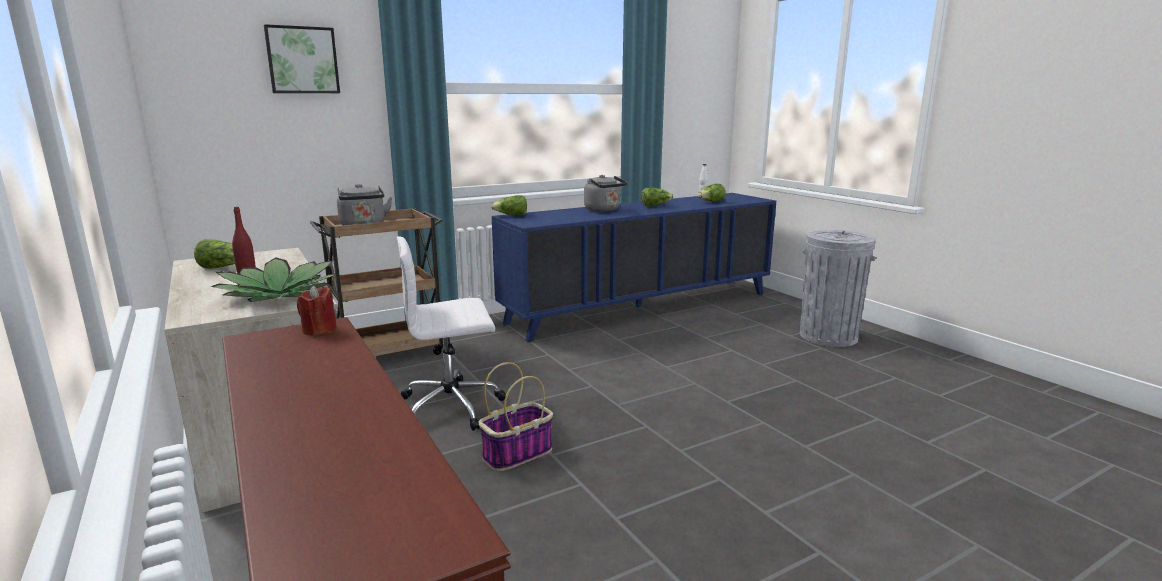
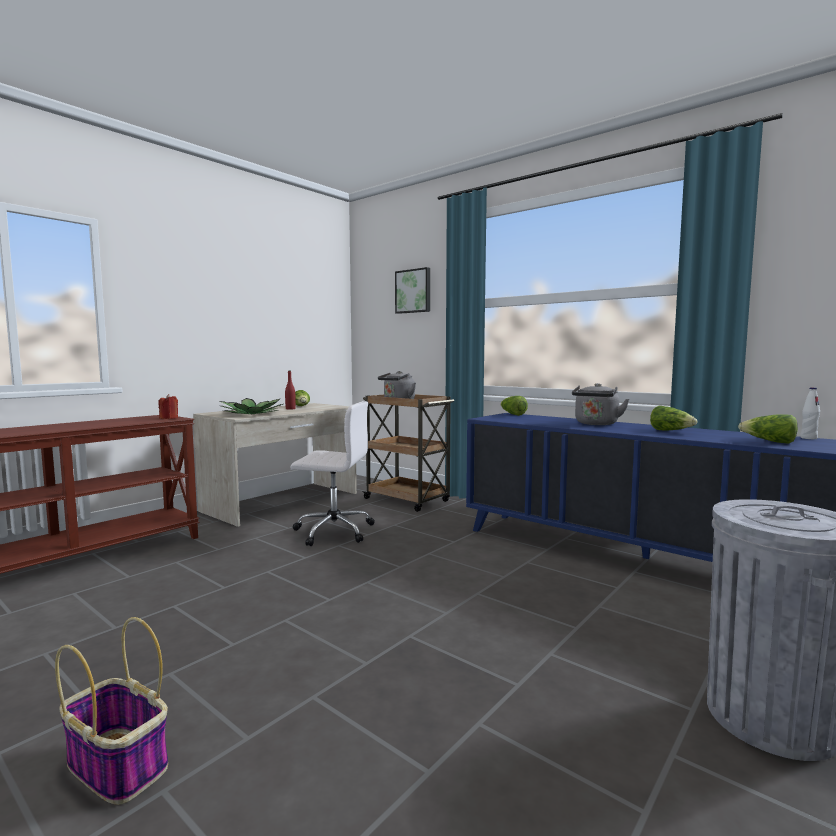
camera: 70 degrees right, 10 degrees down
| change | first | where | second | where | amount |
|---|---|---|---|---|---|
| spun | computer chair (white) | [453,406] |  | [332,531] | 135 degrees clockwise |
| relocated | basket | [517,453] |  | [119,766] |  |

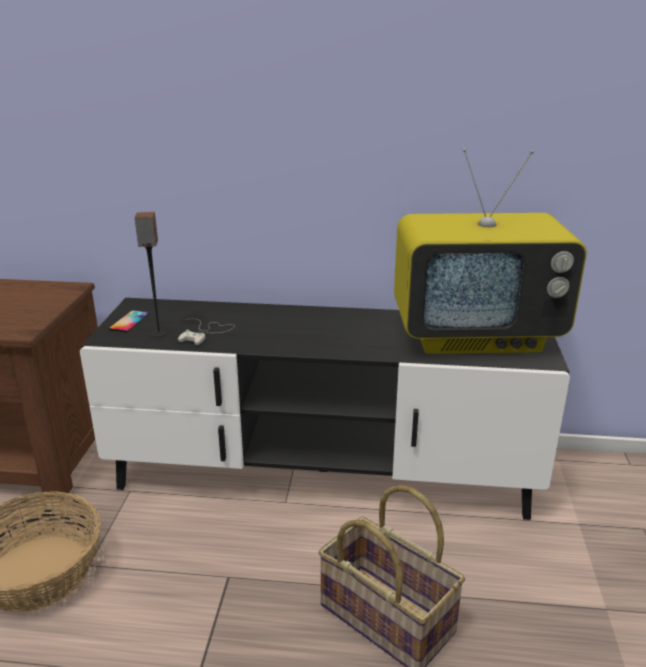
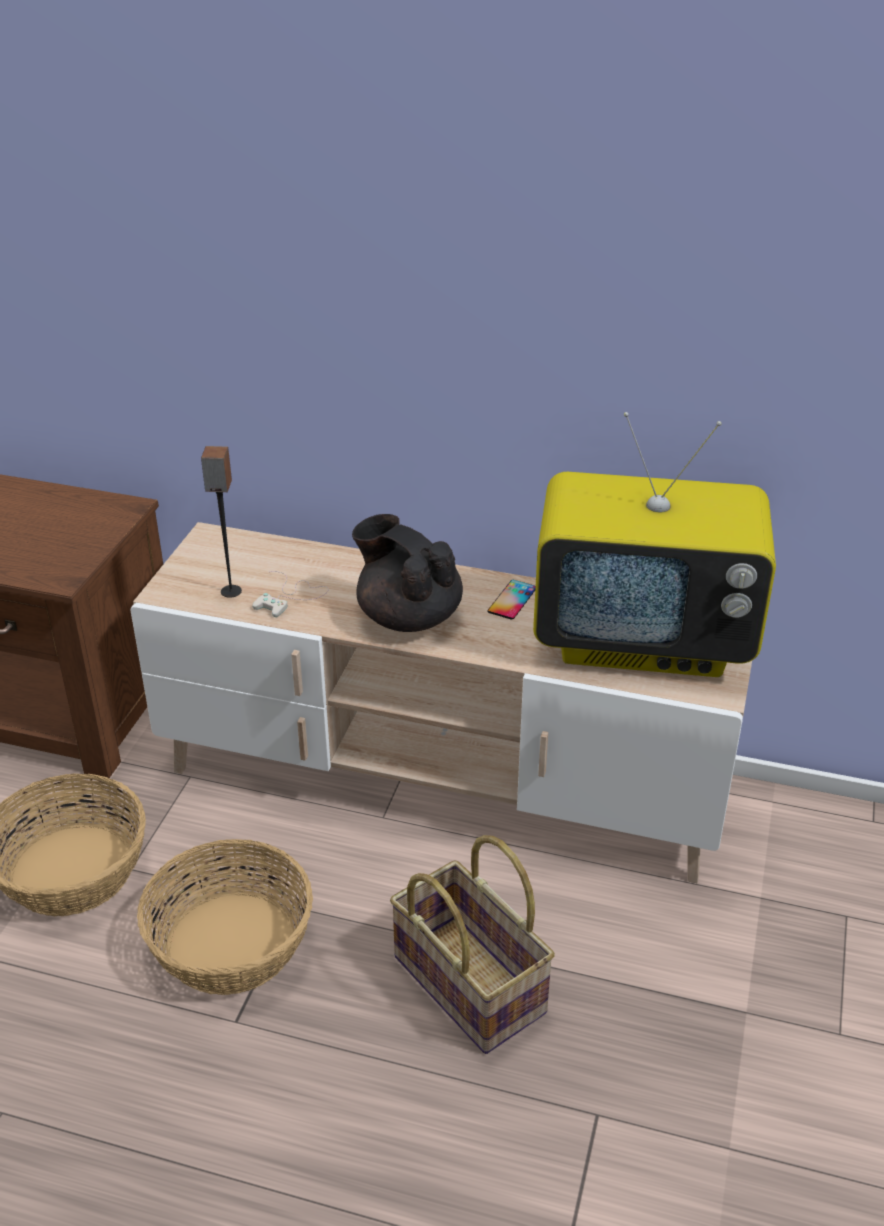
camera: 10 degrees right, 10 degrees up
| change | first | where | second | where | amount |
|---|---|---|---|---|---|
| colour | tv stand (black) | [323,472] | tv stand (sand-coloured) | [442,780] |  |
| relocated | telephone | [129,321] |  | [512,600] |  |
| appeared |  |  | basket | [232,942] |  |
| appeared |  |  | teapot (black) | [408,616] |  |

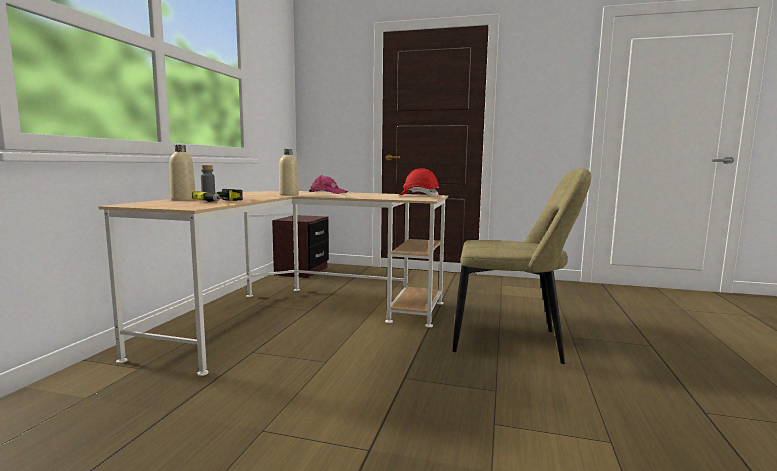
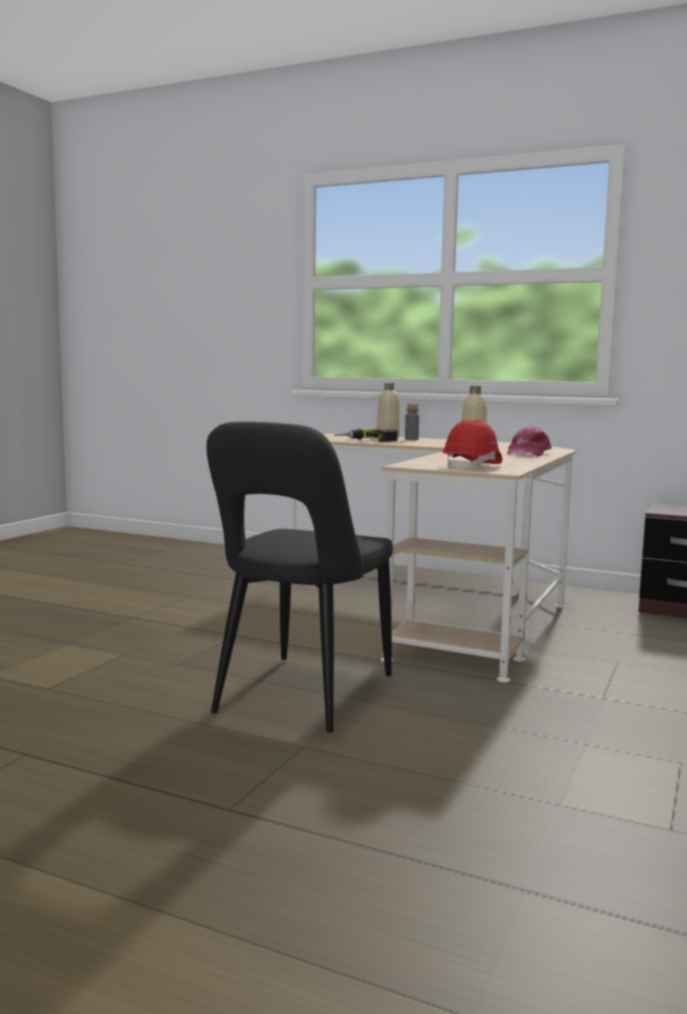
camera: 100 degrees right, 0 degrees up
| change | first | where | second | where | amount |
|---|---|---|---|---|---|
| colour | plain chair (sand-coloured) | [512,343] | plain chair (black) | [300,697] |  |

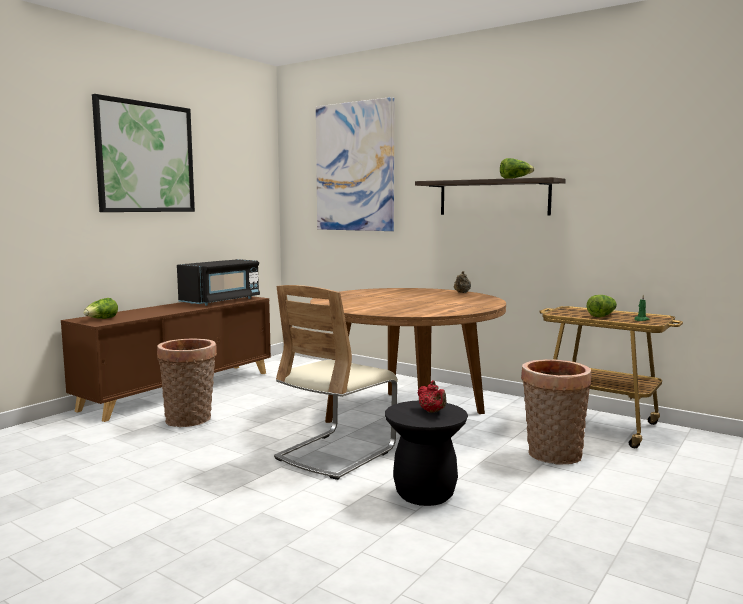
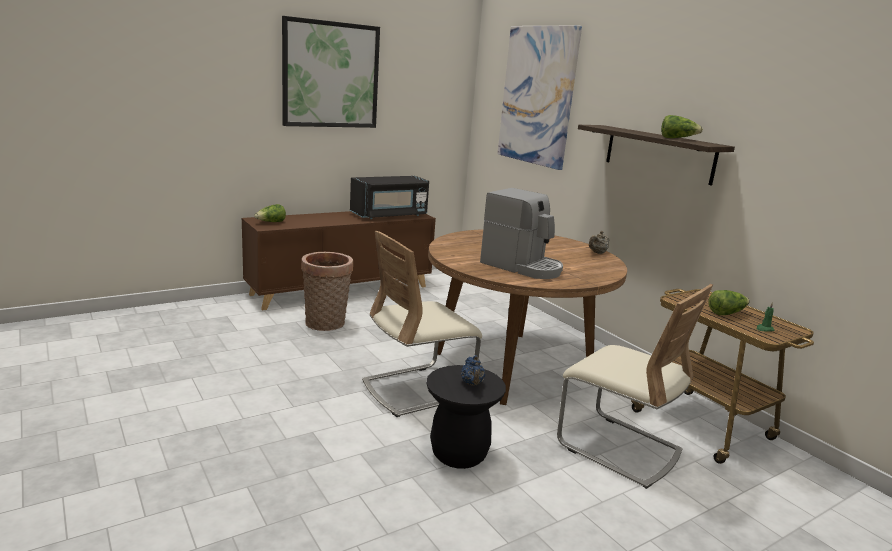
camera: 20 degrees right, 10 degrees up
| change | first | where | second | where | amount |
|---|---|---|---|---|---|
| colour | teapot (reddish) | [432,412] | teapot (blue-coloured) | [472,384] |  |
| exchanged | basket | [552,456] | plain chair (sand-coloured) | [618,448] |  |
| appeared |  |  | coffee machine | [522,267] |  |

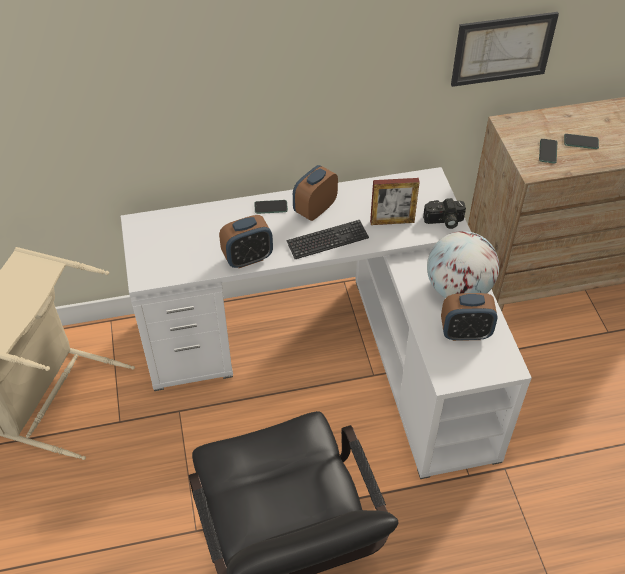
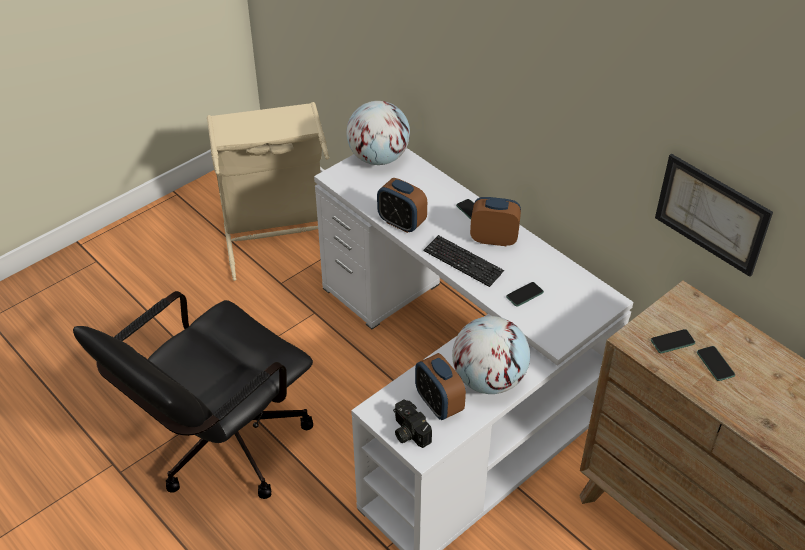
camera: 60 degrees right, 5 degrees down
| change | first | where | second | where | amount |
|---|---|---|---|---|---|
| exchanged | standing frame | [392,221] | telephone | [524,295] |  |
| relocated | still camera | [444,221] |  | [408,432] |  |
| appeared |  |  | globe | [378,158] |  |

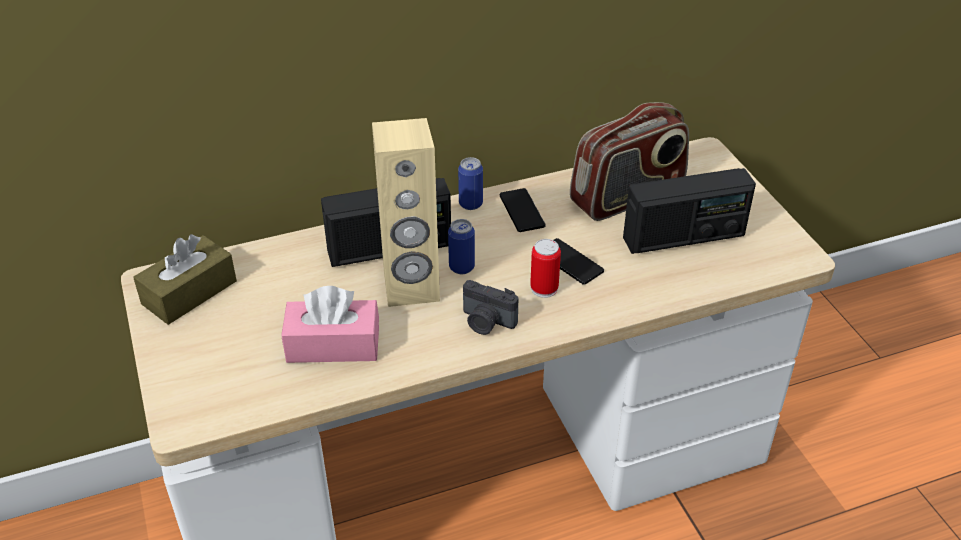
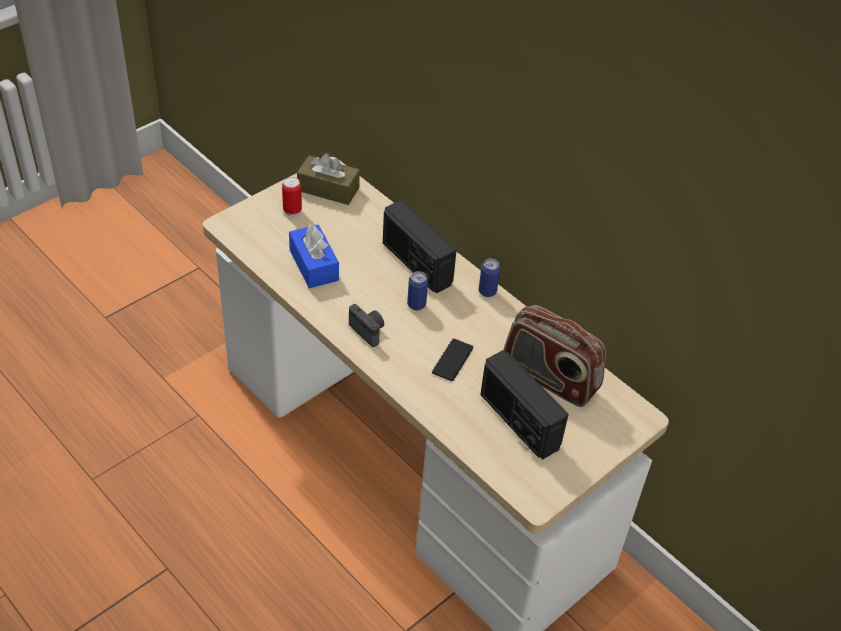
camera: 65 degrees right, 5 degrees up
| change | first | where | second | where | amount |
|---|---|---|---|---|---|
| colour | tissue holder (pink-coloured) | [333,345] | tissue holder (blue-coloured) | [314,265] |  |
| missing | speaker (sand-coloured) | [411,288] |  |  |  |
| spun | still camera | [486,322] |  | [368,331] | 135 degrees clockwise |
| missing | telephone | [522,211] |  |  |  |
| relocated | metal can | [544,288] |  | [292,210] |  |

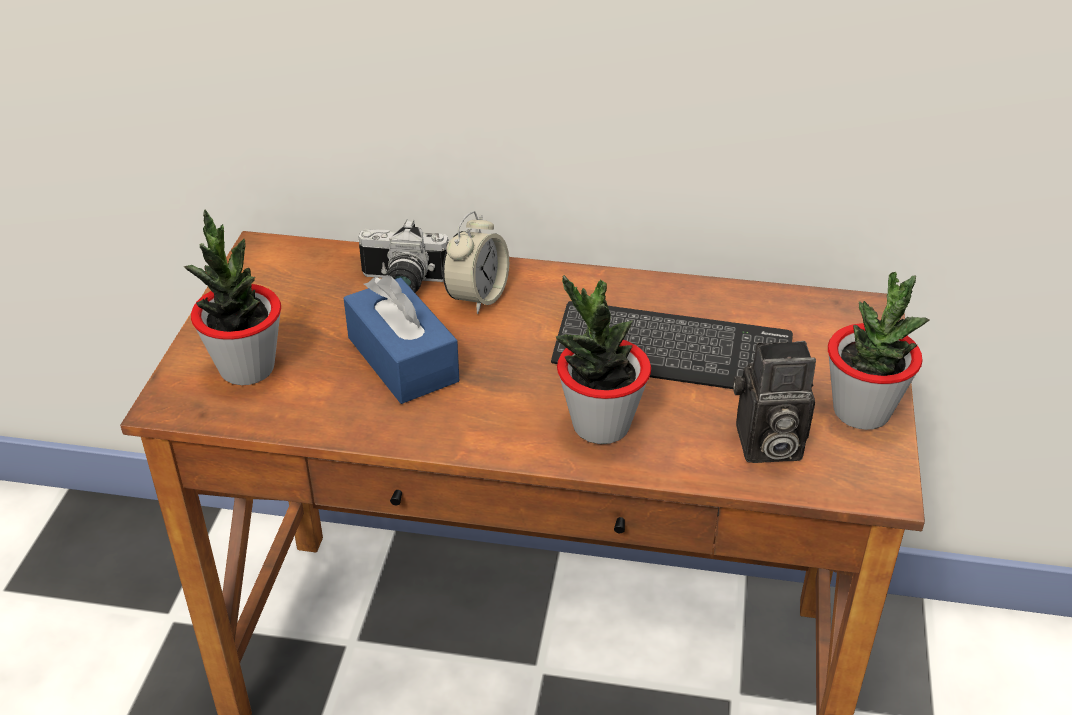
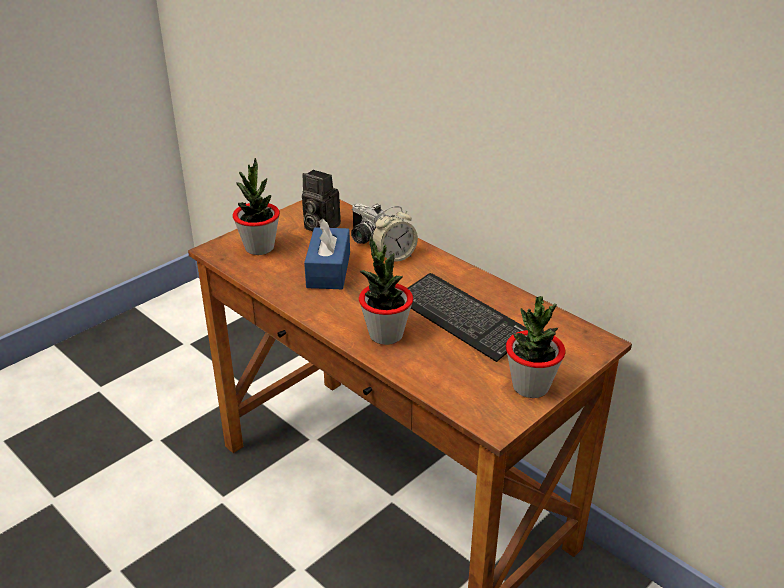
camera: 35 degrees right, 5 degrees down
| change | first | where | second | where | amount |
|---|---|---|---|---|---|
| relocated | still camera | [765,446] |  | [319,226] |  |

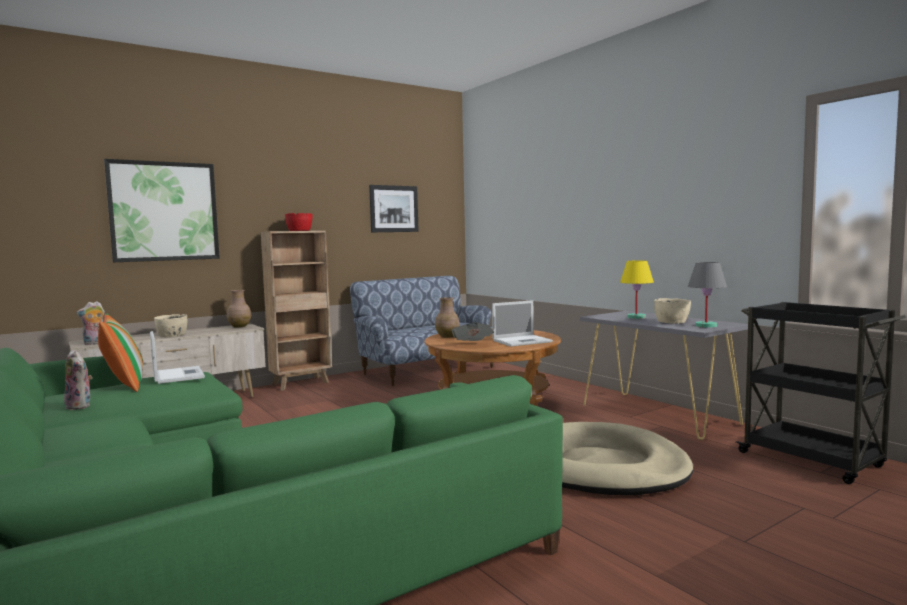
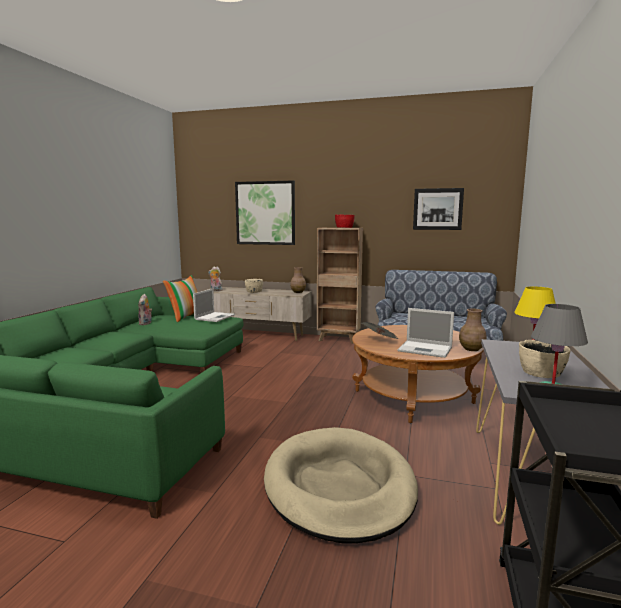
camera: 50 degrees right, 5 degrees up
| change | first | where | second | where | amount |
|---|---|---|---|---|---|
| relocated | decorative vase (brown) | [447,336] |  | [472,349] |  |

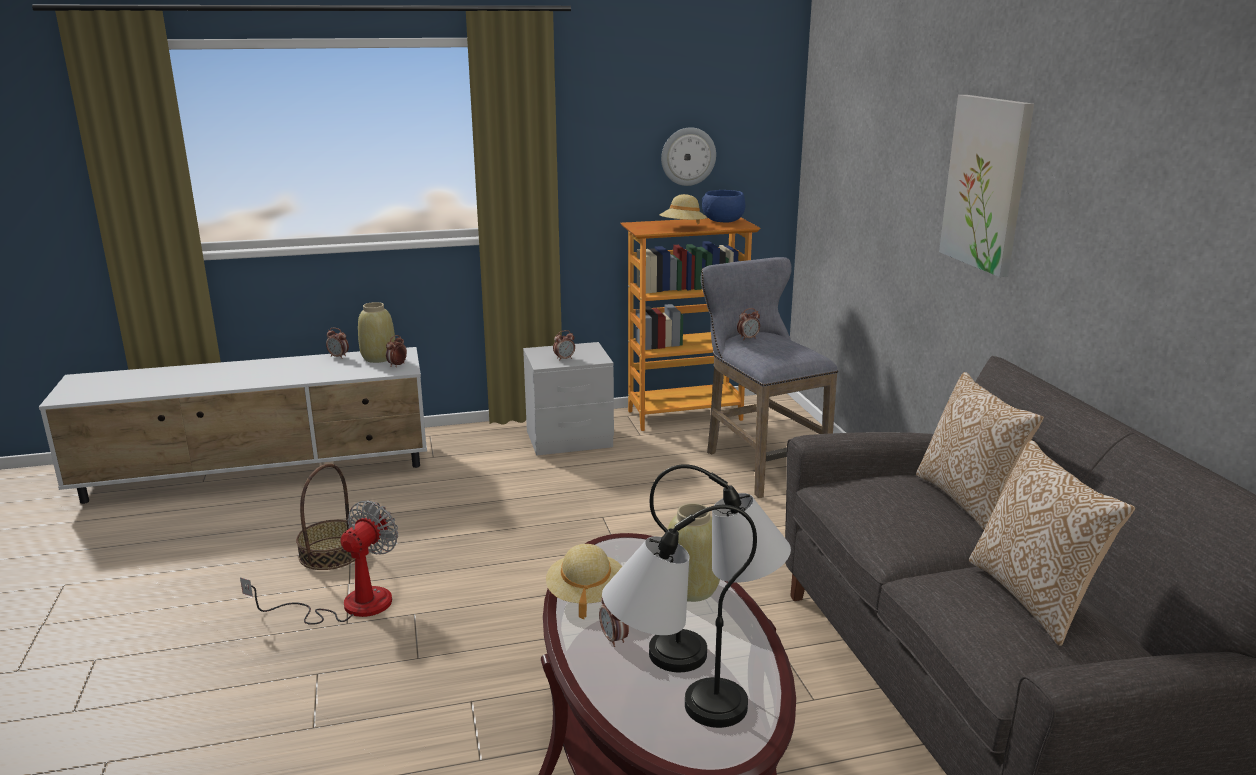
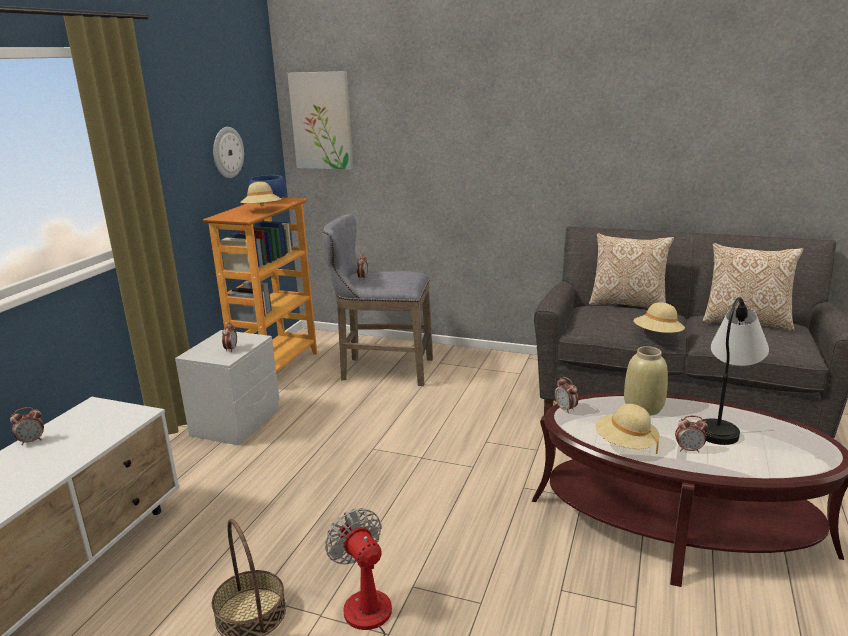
camera: 55 degrees left, 0 degrees up
| change | first | where | second | where | amount |
|---|---|---|---|---|---|
| missing | decorative vase (sand-coloured) | [379,358] |  |  |  |
| relocated | alarm clock | [397,365] |  | [566,409] |  |
| missing | lamp for a table | [672,707] |  |  |  |
| relocated | wall picture | [987,183] |  | [322,121] |  |
| appeared |  |  | clothing hat (sand-coloured) | [657,335] |  |

